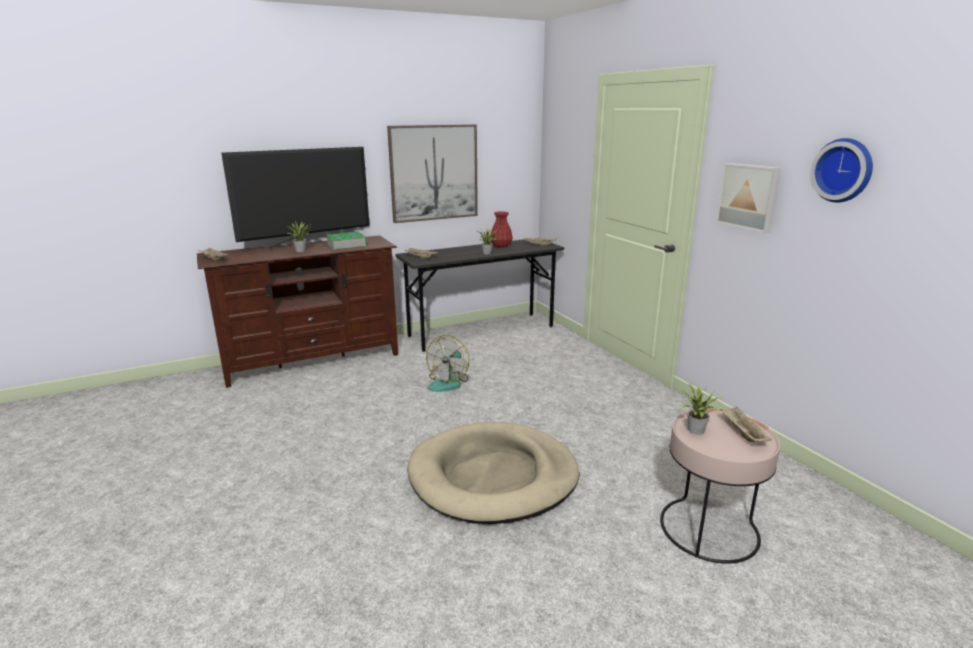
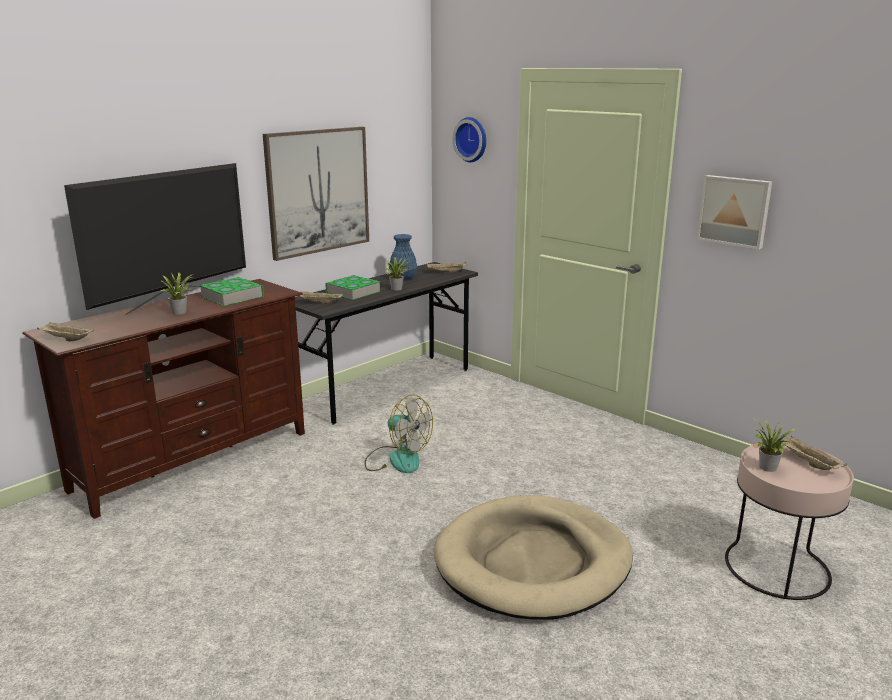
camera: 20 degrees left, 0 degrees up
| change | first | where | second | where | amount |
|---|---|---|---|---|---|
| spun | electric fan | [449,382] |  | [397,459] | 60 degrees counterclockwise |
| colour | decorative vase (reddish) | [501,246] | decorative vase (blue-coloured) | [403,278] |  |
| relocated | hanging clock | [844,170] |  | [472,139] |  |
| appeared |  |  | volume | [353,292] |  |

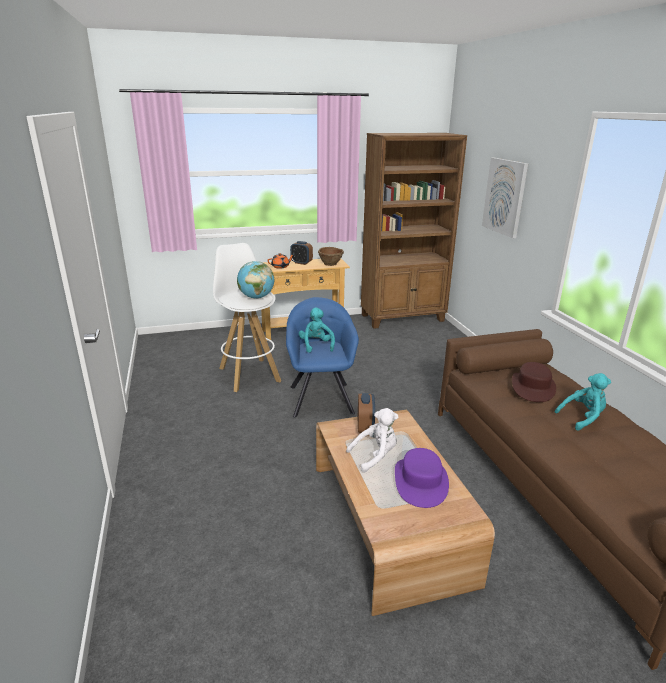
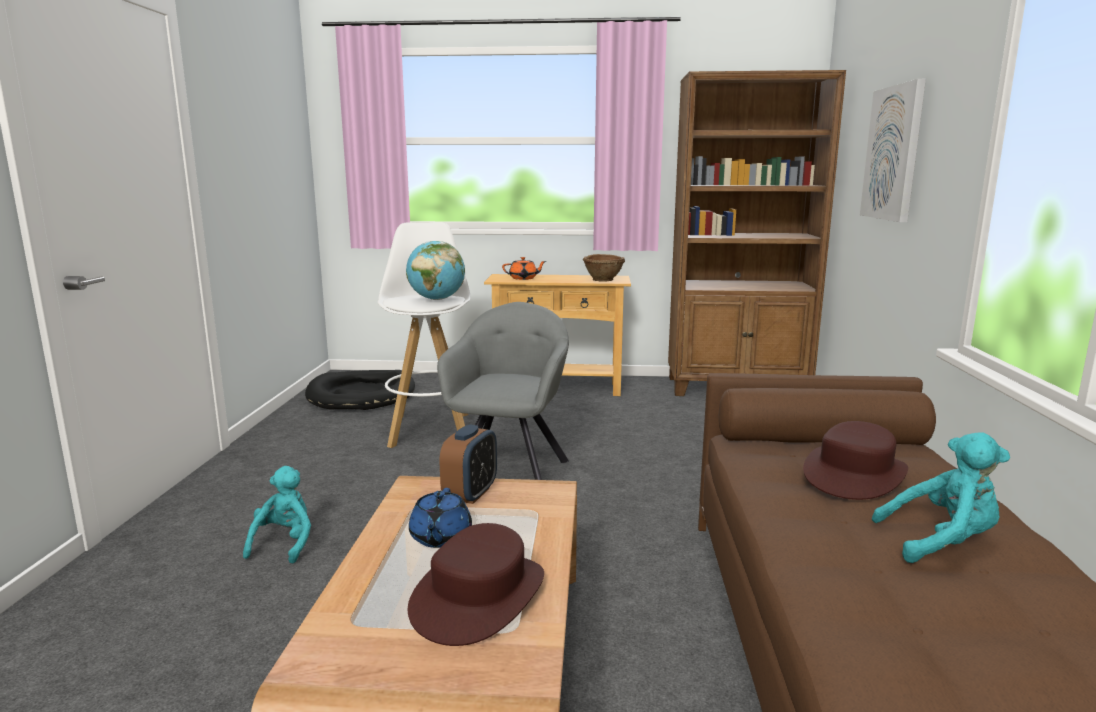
camera: 20 degrees right, 10 degrees down
| change | first | where | second | where | amount |
|---|---|---|---|---|---|
| colour | armchair (blue-coloured) | [320,397] | armchair (greyish) | [510,473] |  |
| missing | alarm clock | [301,263] |  |  |  |
| relocated | cuddly toy (turquoise-coloured) | [316,345] |  | [284,544] |  |
| exchanged | cuddly toy (white) | [375,456] | teapot (blue-coloured) | [440,538] |  |
| colour | clothing hat (purplish) | [420,482] | clothing hat (brown) | [479,596] |  |
| appeared |  |  | dog cushion (black) | [361,395] |  |

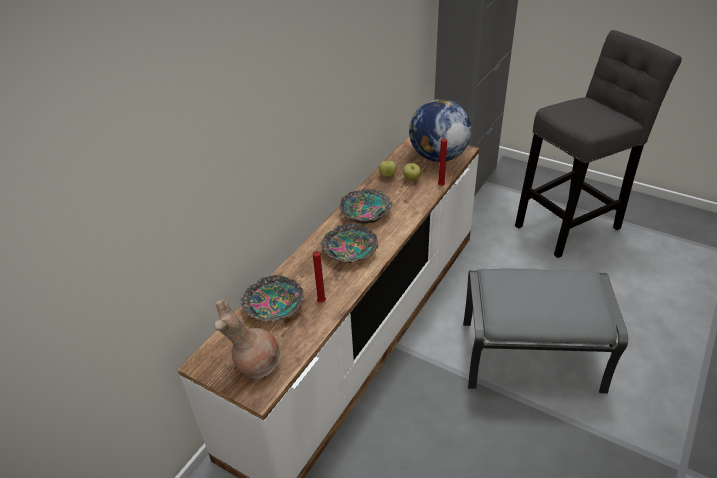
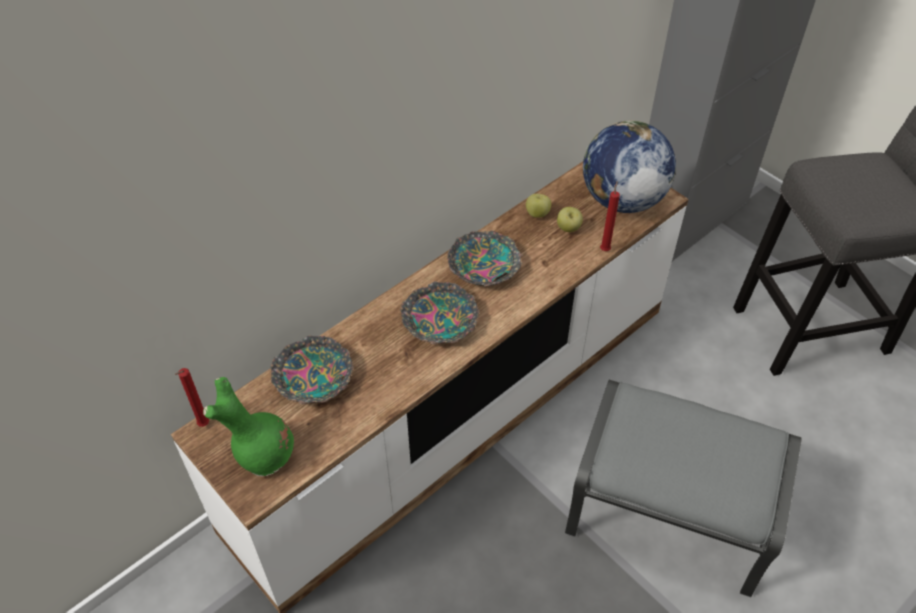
camera: 15 degrees right, 10 degrees up
| change | first | where | second | where | amount |
|---|---|---|---|---|---|
| colour | decorative vase (brown) | [256,364] | decorative vase (green) | [263,454] |  |
| relocated | wax light (reddish) | [321,303] |  | [202,426] |  |

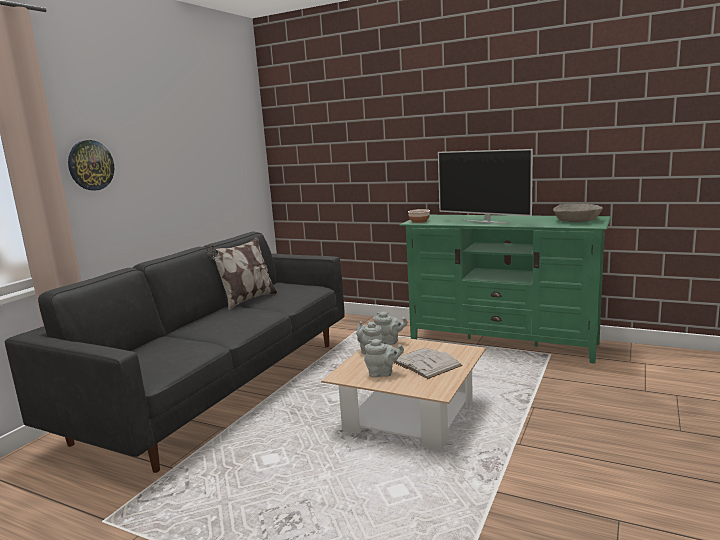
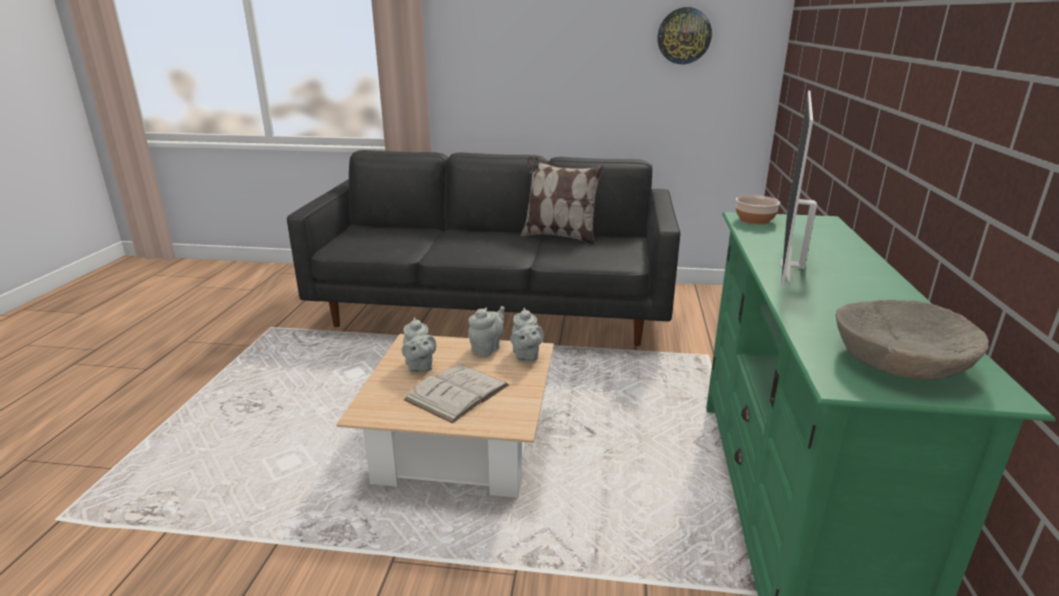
camera: 70 degrees right, 10 degrees up
| change | first | where | second | where | amount |
|---|---|---|---|---|---|
| relocated | hanging clock | [90,165] |  | [684,36] |  |

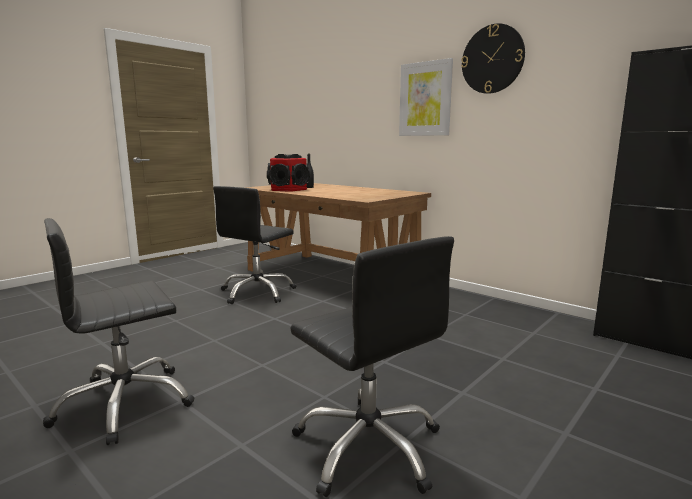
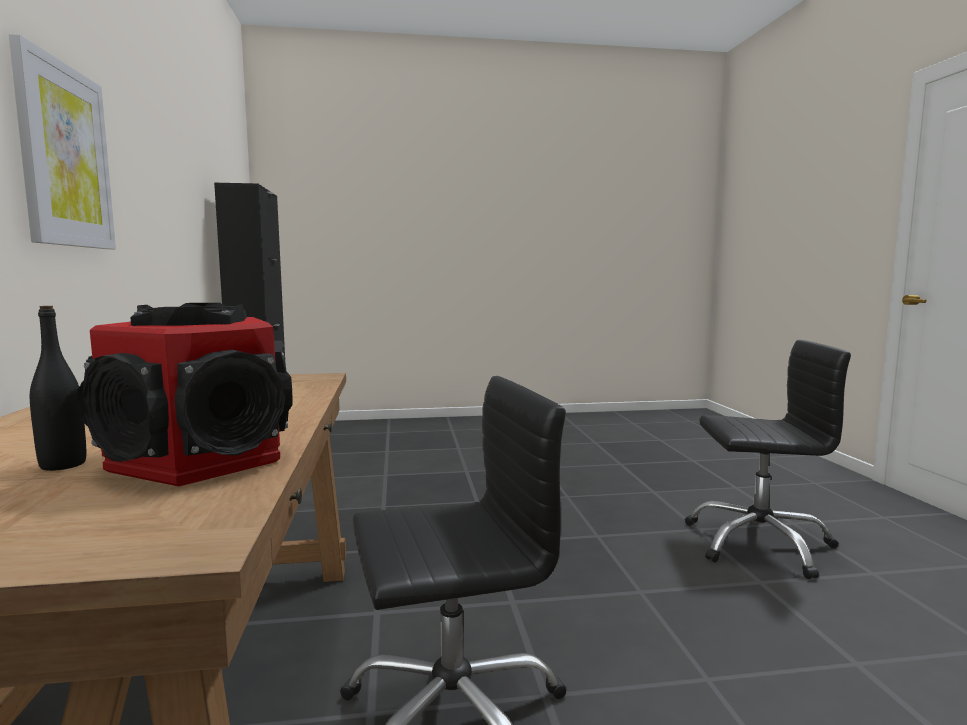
camera: 140 degrees left, 5 degrees down
| change | first | where | second | where | amount |
|---|---|---|---|---|---|
| missing | computer chair (black) | [369,446] |  |  |  |
| missing | hanging clock | [492,59] |  |  |  |

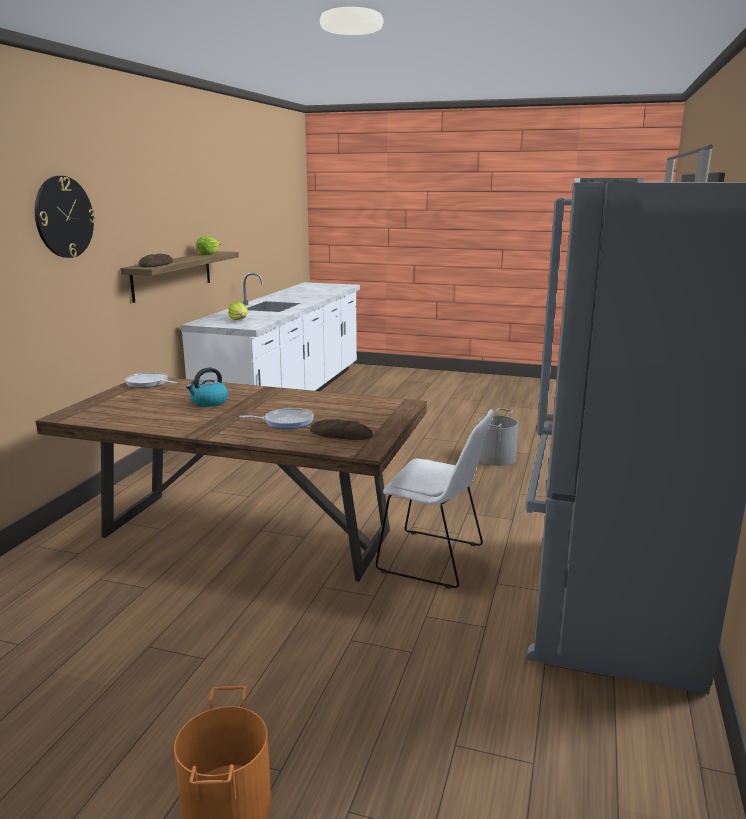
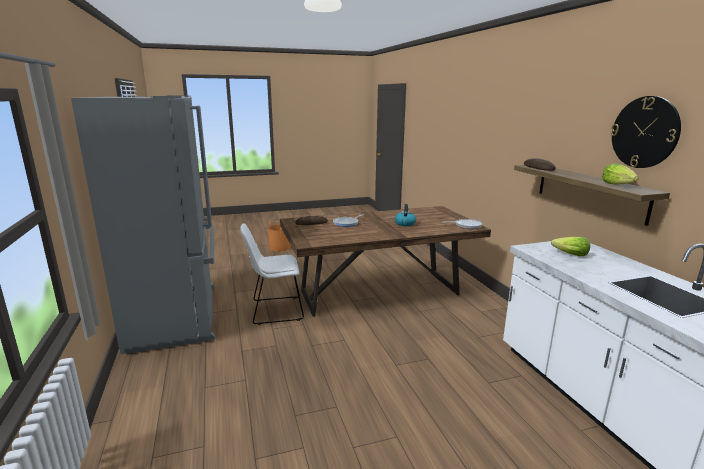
camera: 145 degrees right, 0 degrees up
| change | first | where | second | where | amount |
|---|---|---|---|---|---|
| relocated | hanging clock | [64,217] |  | [645,132] |  |
| missing | bucket (greyish) | [496,458] |  |  |  |

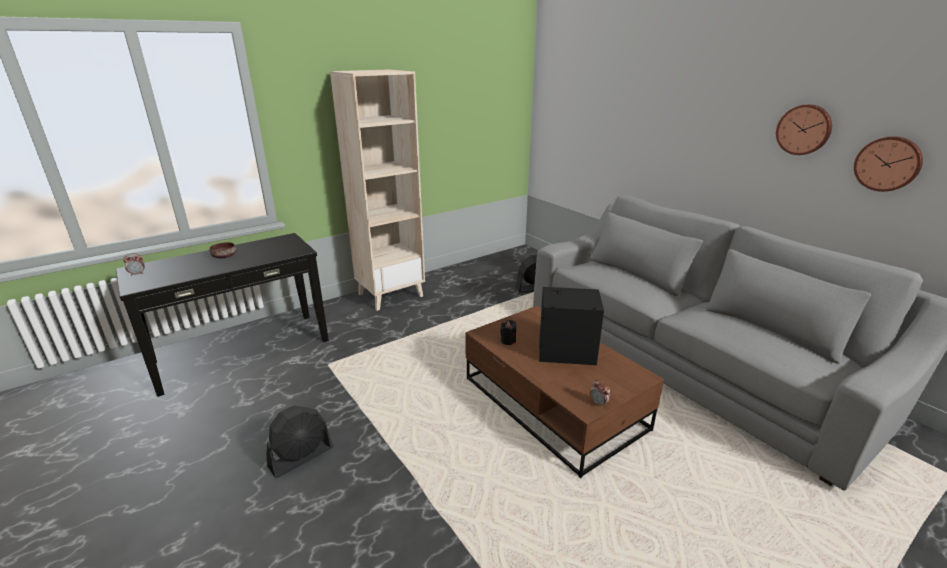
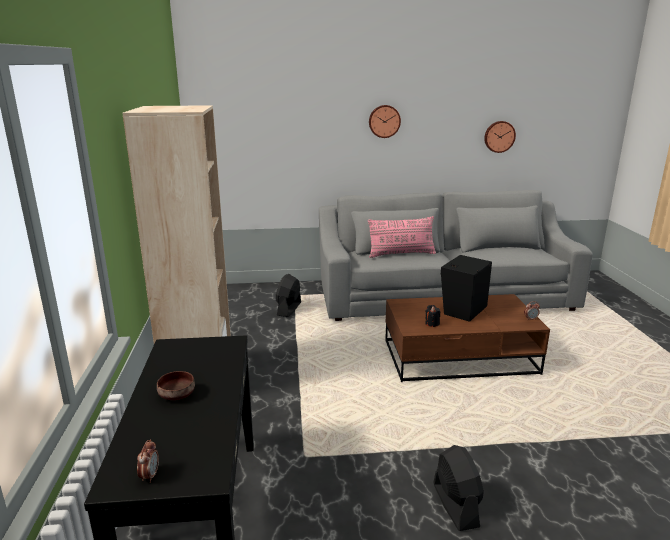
camera: 60 degrees left, 5 degrees down
| change | first | where | second | where | amount |
|---|---|---|---|---|---|
| relocated | hanging clock | [804,129] |  | [384,121] |  |
| appeared |  |  | cushion (pink-coloured) | [401,254] |  |

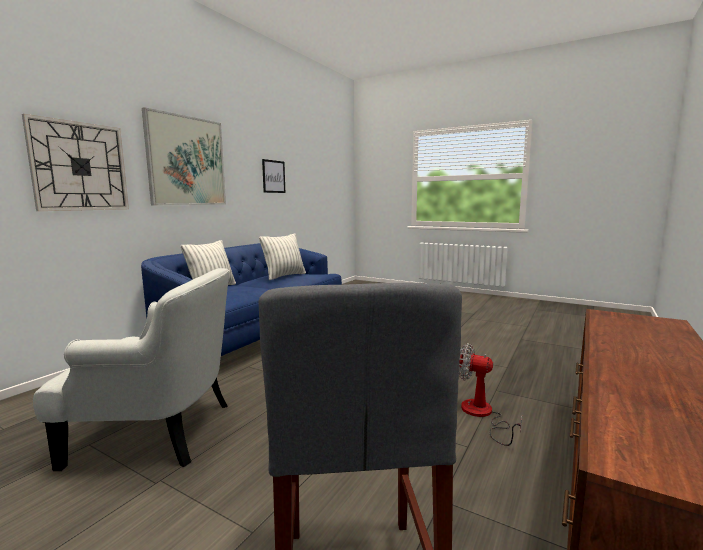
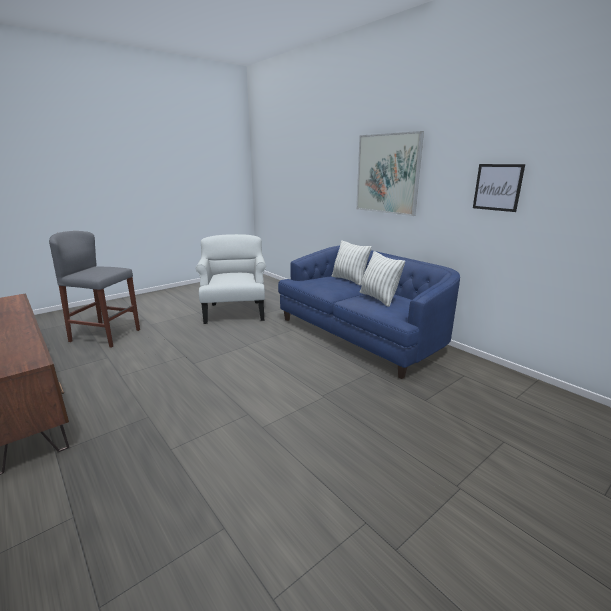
camera: 110 degrees right, 10 degrees up
| change | first | where | second | where | amount |
|---|---|---|---|---|---|
| missing | hanging clock | [80,166] |  |  |  |
| spun | armchair (white) | [159,430] |  | [235,311] | 150 degrees clockwise |
| missing | electric fan | [482,415] |  |  |  |

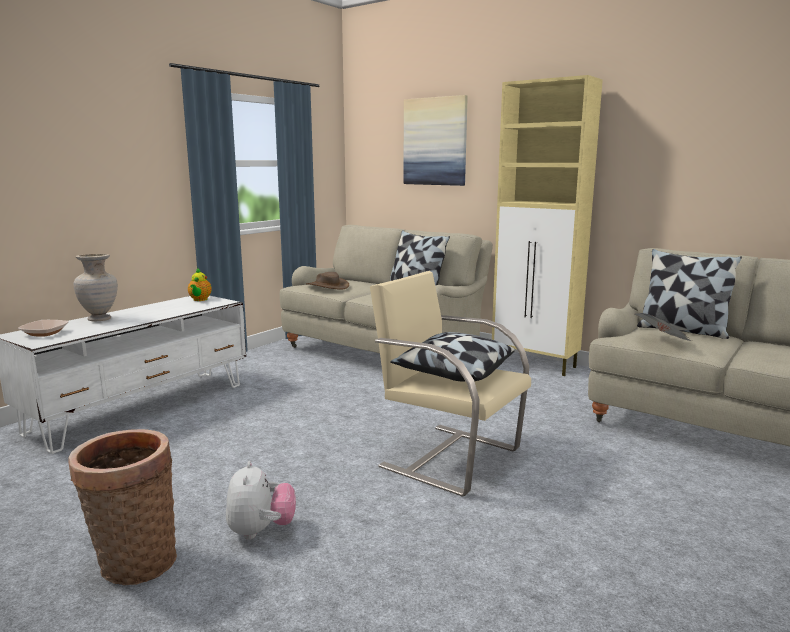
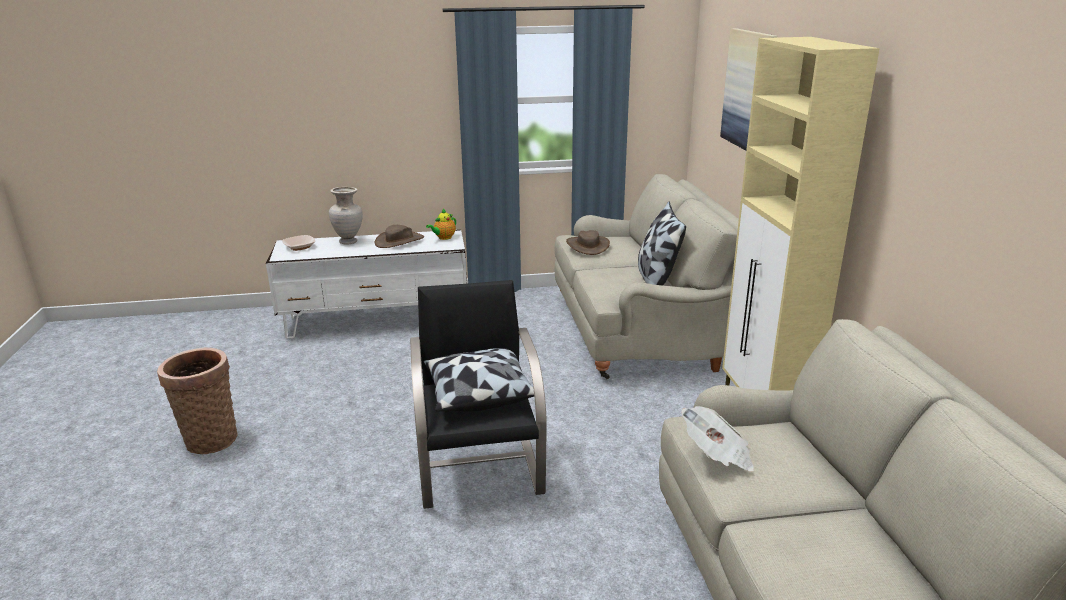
camera: 45 degrees right, 10 degrees up
| change | first | where | second | where | amount |
|---|---|---|---|---|---|
| missing | cuddly toy | [261,531] |  |  |  |
| colour | armchair (sand-coloured) | [449,457] | armchair (black) | [479,470] |  |
| missing | cushion | [682,330] |  |  |  |
| appeared |  |  | clothing hat (brown) | [399,241] |  |

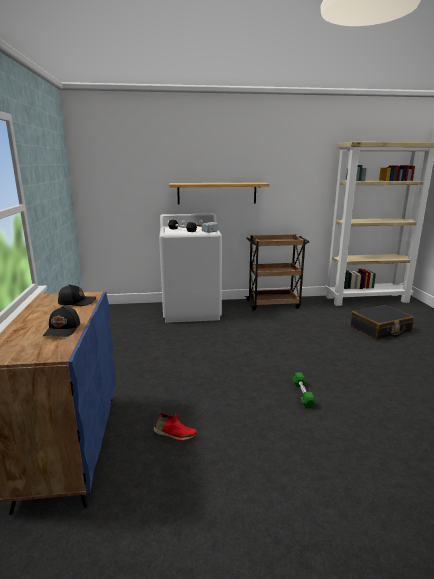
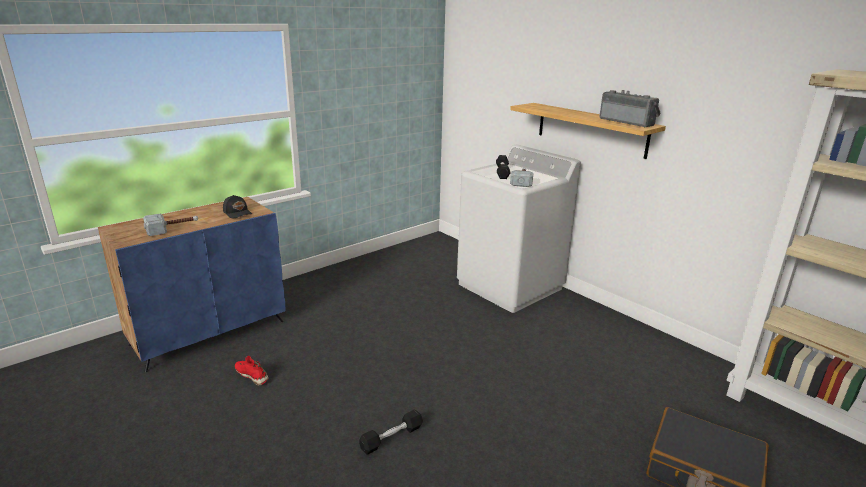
camera: 55 degrees right, 5 degrees up
| change | first | where | second | where | amount |
|---|---|---|---|---|---|
| exchanged | cap (black) | [63,330] | tool hammer | [172,229] |  |
| spun | low shoe (reddish) | [174,435] |  | [252,375] | 150 degrees clockwise |
| missing | cart (brown) | [273,304] |  |  |  |
| colour | free weight (green) | [303,394] | free weight (black) | [391,438] |  |
| appeared |  |  | radio receiver | [628,122] |  |

